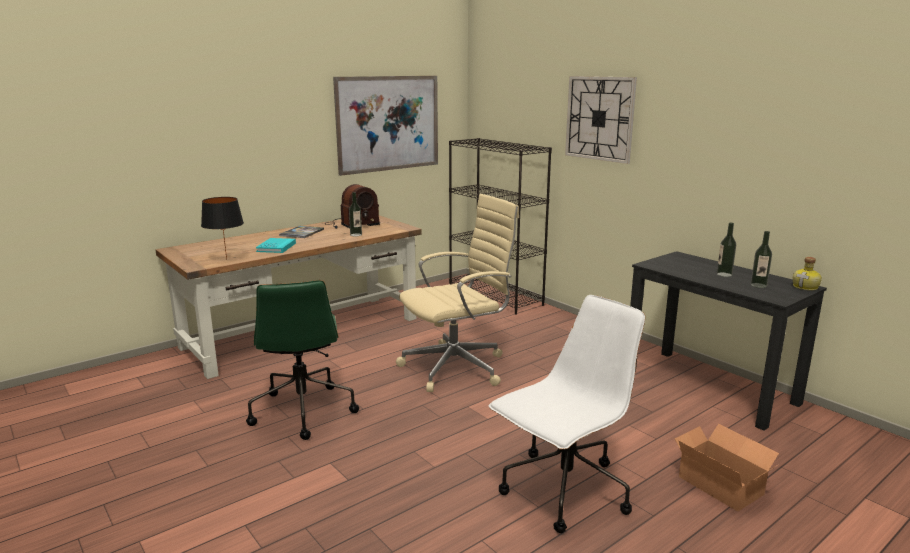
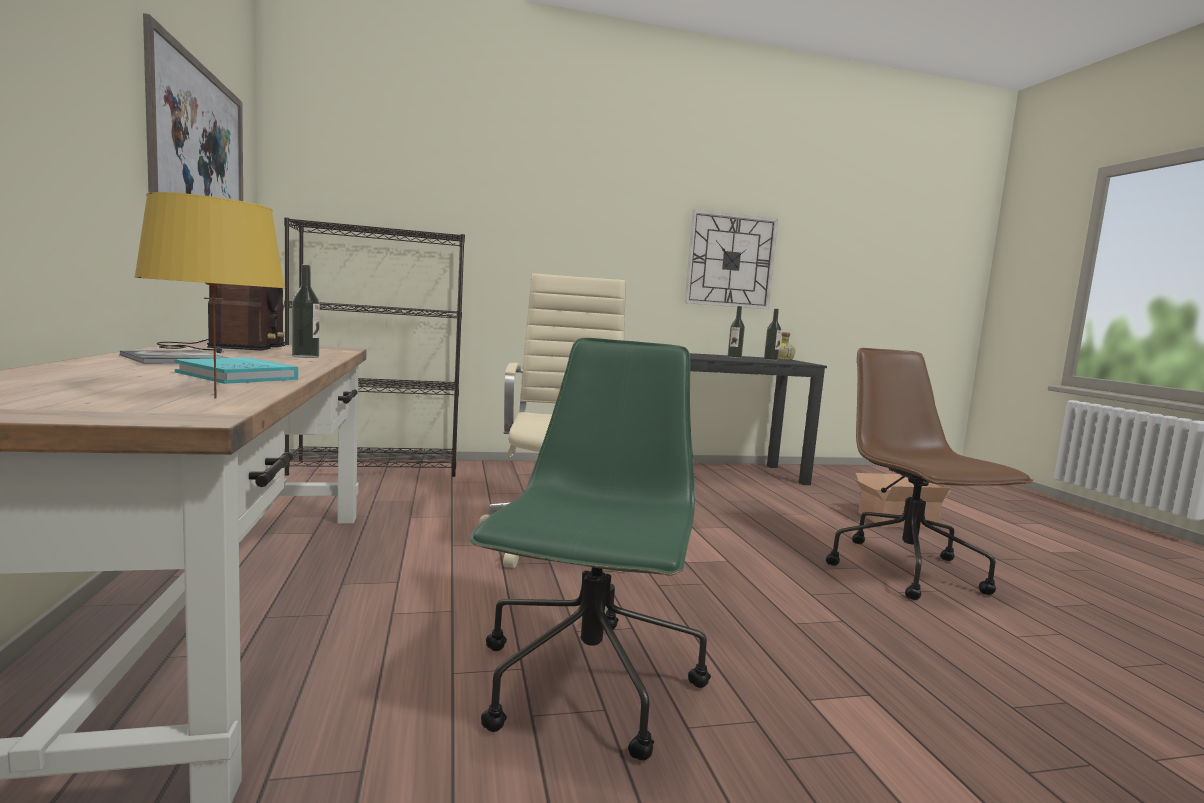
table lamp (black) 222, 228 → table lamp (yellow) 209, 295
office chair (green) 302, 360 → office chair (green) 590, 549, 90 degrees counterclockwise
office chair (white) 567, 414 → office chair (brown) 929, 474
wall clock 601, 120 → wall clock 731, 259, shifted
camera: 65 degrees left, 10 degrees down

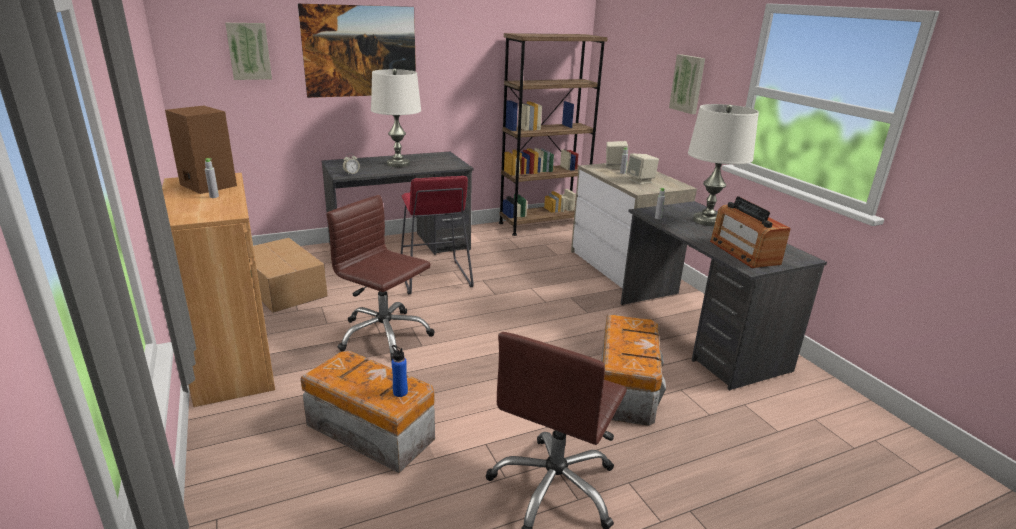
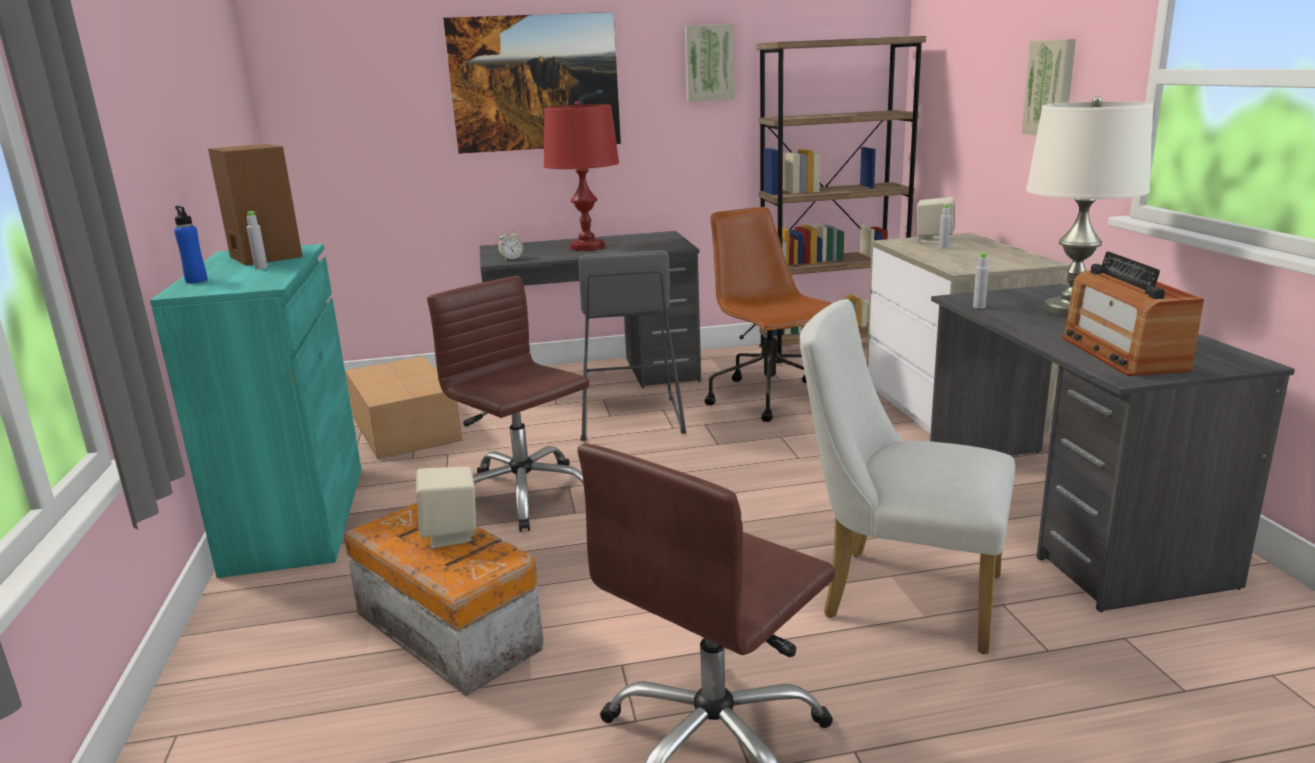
cabinet (brown) 218, 290 → cabinet (turquoise) 255, 411
picture 248, 51 → picture 710, 63, shifted
table lamp (white) 396, 117 → table lamp (red) 581, 176
bottle (blue) 399, 371 → bottle (blue) 190, 244, shifted
stool (red) 437, 235 → stool (grey) 632, 345
storage box 633, 370 → chair (white) 907, 476
speaker (beige) 642, 169 → speaker (beige) 446, 507, shifted
- → office chair (brown) 768, 314
camera: 15 degrees right, 5 degrees down

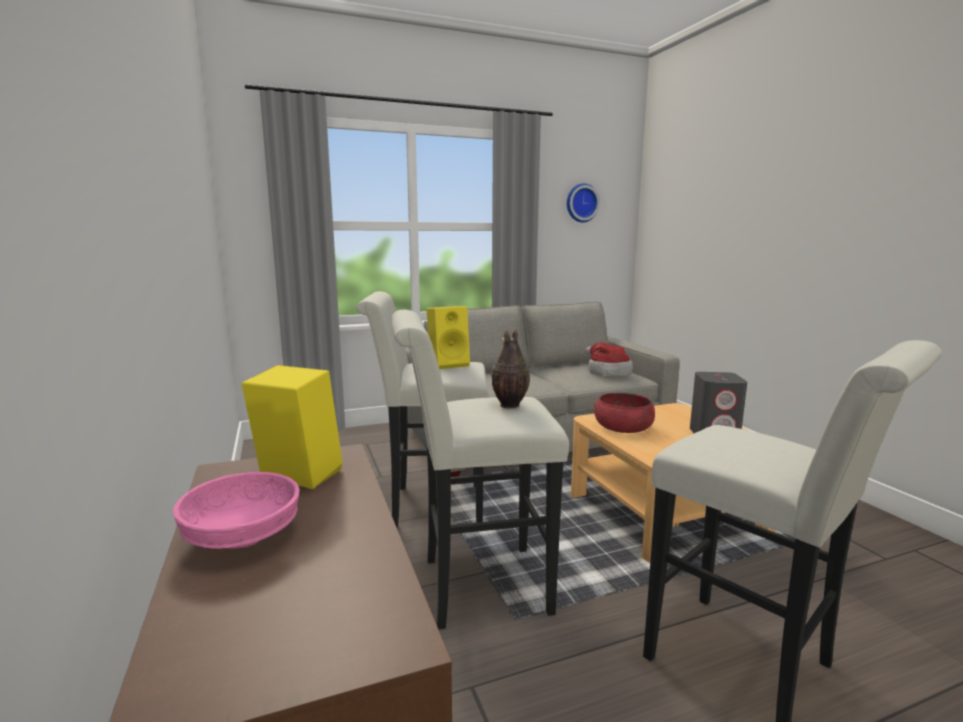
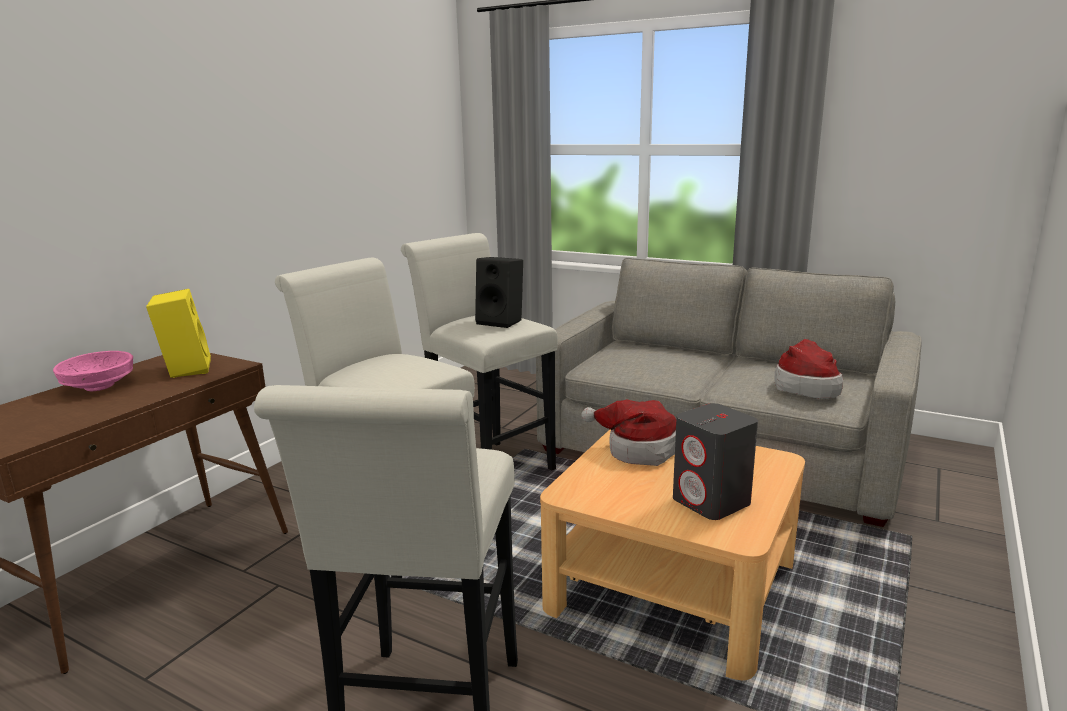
speaker (yellow) 448, 337 → speaker (black) 499, 292
vase 510, 369 → -
wall clock 583, 202 → -
bowl (red) 624, 413 → hat 628, 432
camera: 50 degrees right, 5 degrees up

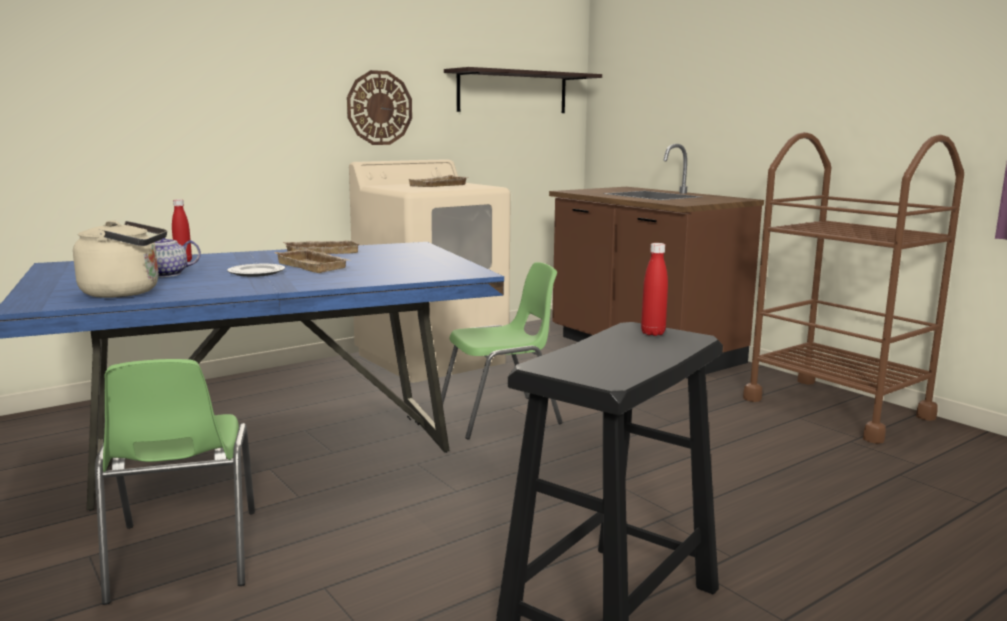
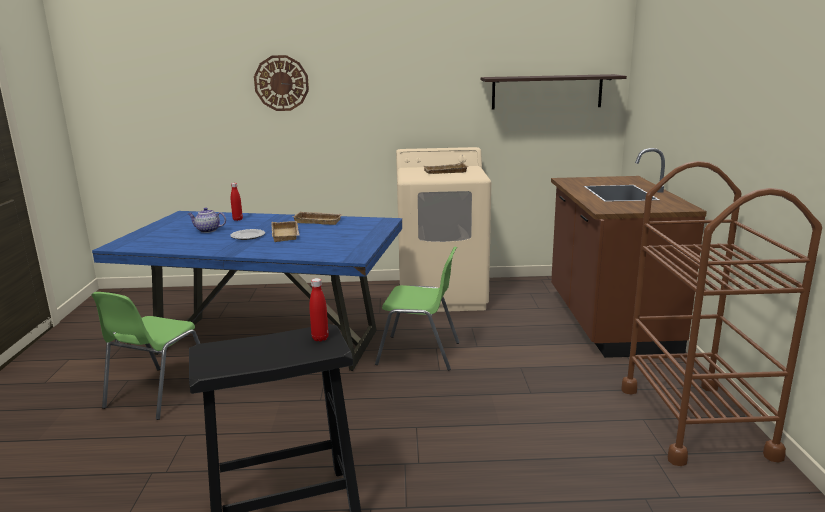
kettle (beige) 120, 259 → -
wall clock 379, 107 → wall clock 281, 83, shifted
camera: 35 degrees right, 5 degrees up

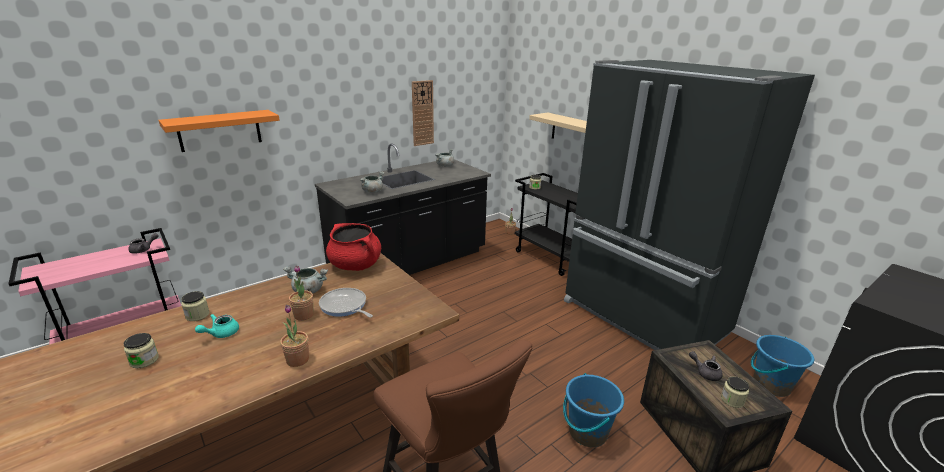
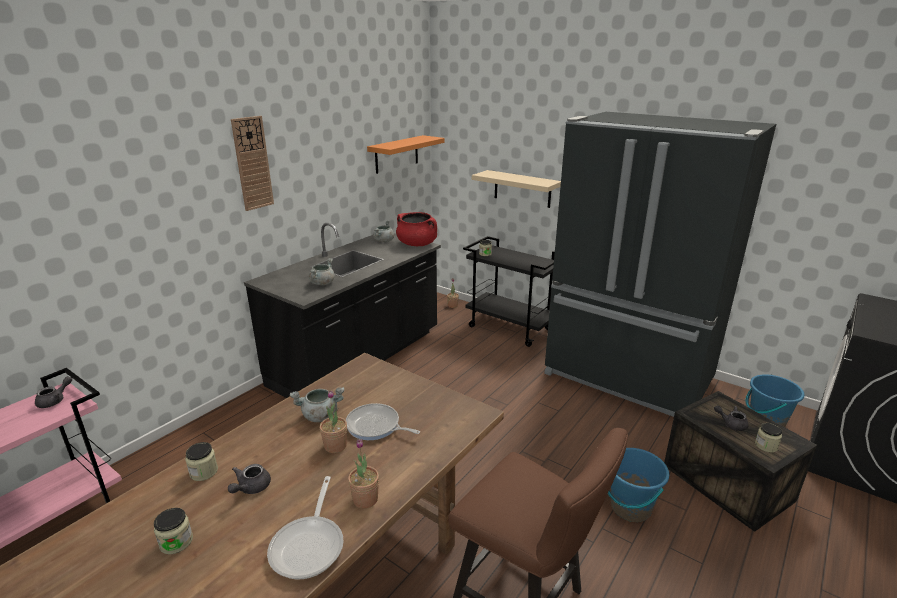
shelf (orange) 219, 131 → shelf (orange) 406, 154, shifted
teapot (turquoise) 217, 326 → teapot (grey) 249, 479
cooking pot (red) 353, 247 → cooking pot (red) 416, 229, shifted
wall clock 423, 113 → wall clock 252, 163, shifted
- → frying pan 305, 528
camera: 15 degrees left, 0 degrees up

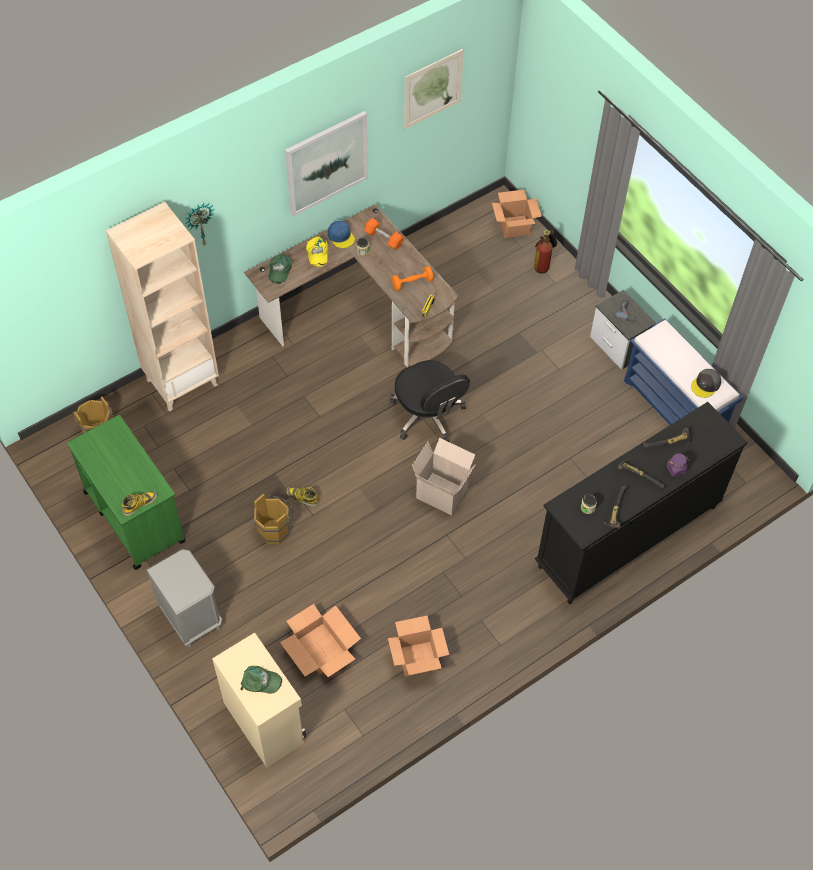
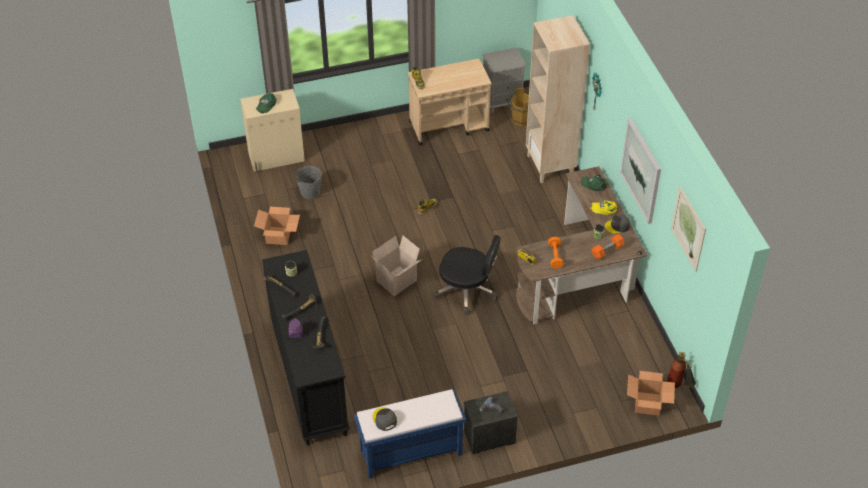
cart (green) 126, 492 → cart (beige) 450, 102
nightstand (grey) 184, 598 → nightstand (grey) 504, 81, shifted
bucket (brown) 273, 519 → -
cardboard box 320, 640 → bucket (grey) 308, 182
cap (blue) 341, 234 → cap (grey) 617, 224
office chair (black) 430, 401 → office chair (black) 468, 275, 150 degrees counterclockwise
fire extinguisher 545, 252 → fire extinguisher 681, 370, shifted
camera: 110 degrees right, 10 degrees down

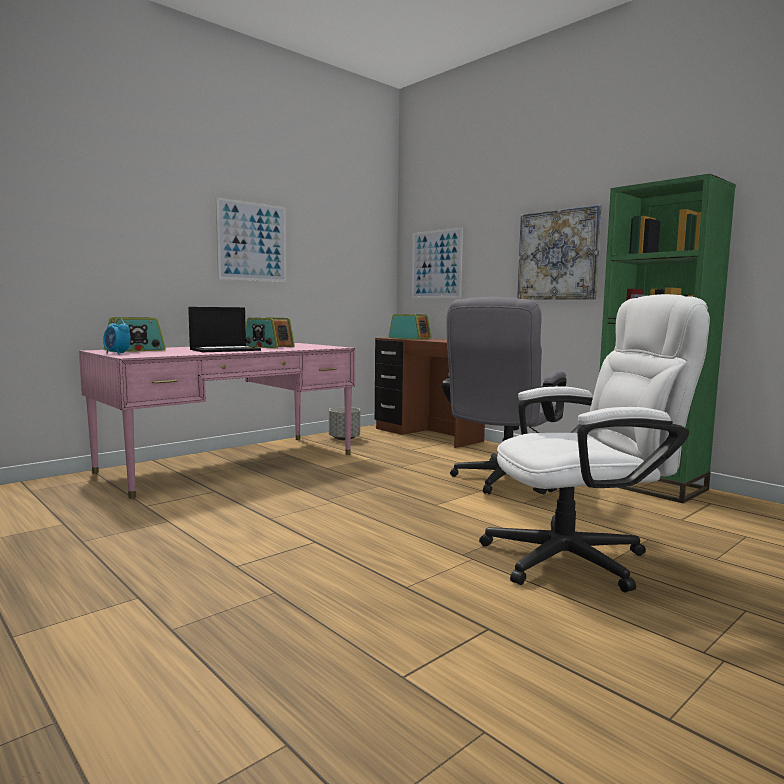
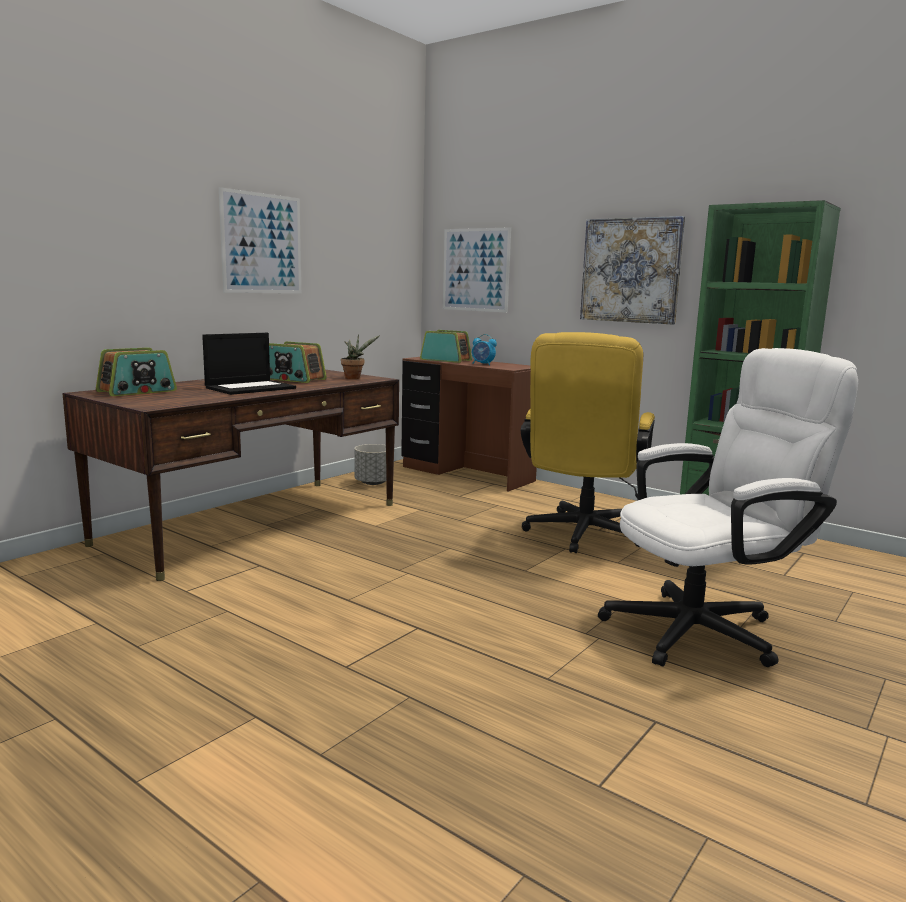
desk (pink) 217, 420 → desk (brown) 230, 475
alarm clock 116, 336 → alarm clock 484, 349, shifted
office chair (grey) 504, 395 → office chair (yellow) 588, 442
- → potted plant 360, 356
camera: 10 degrees left, 5 degrees up

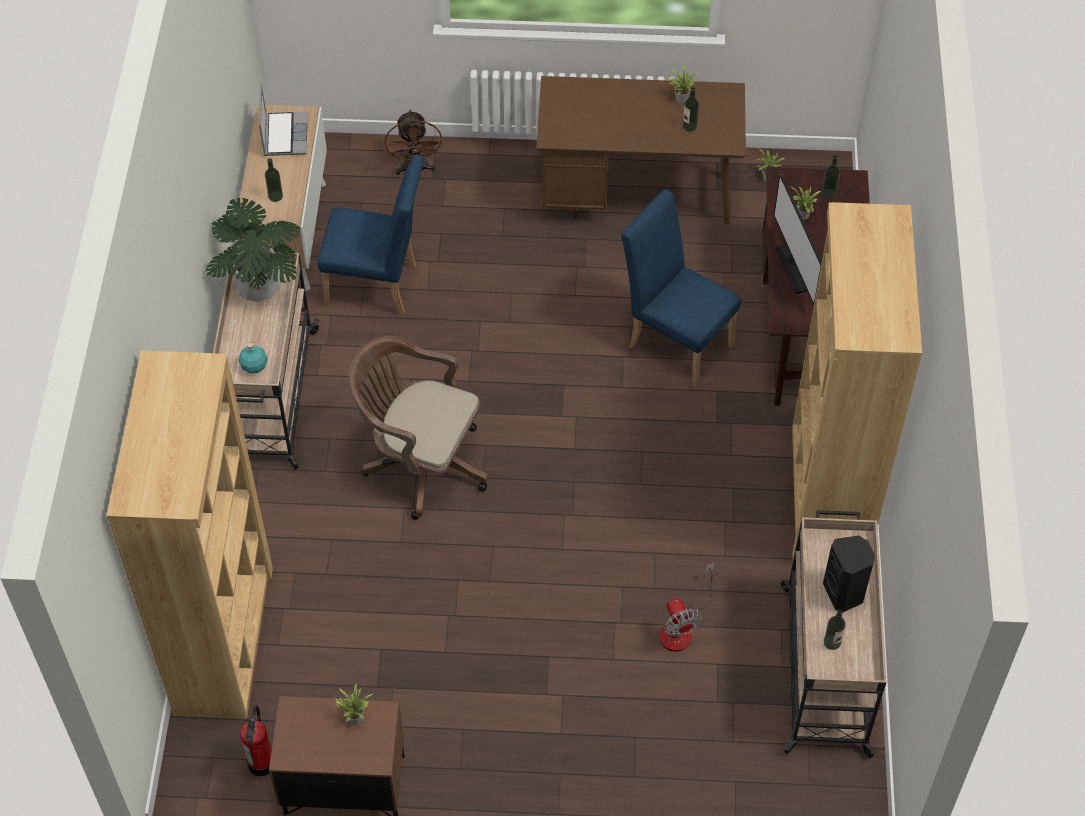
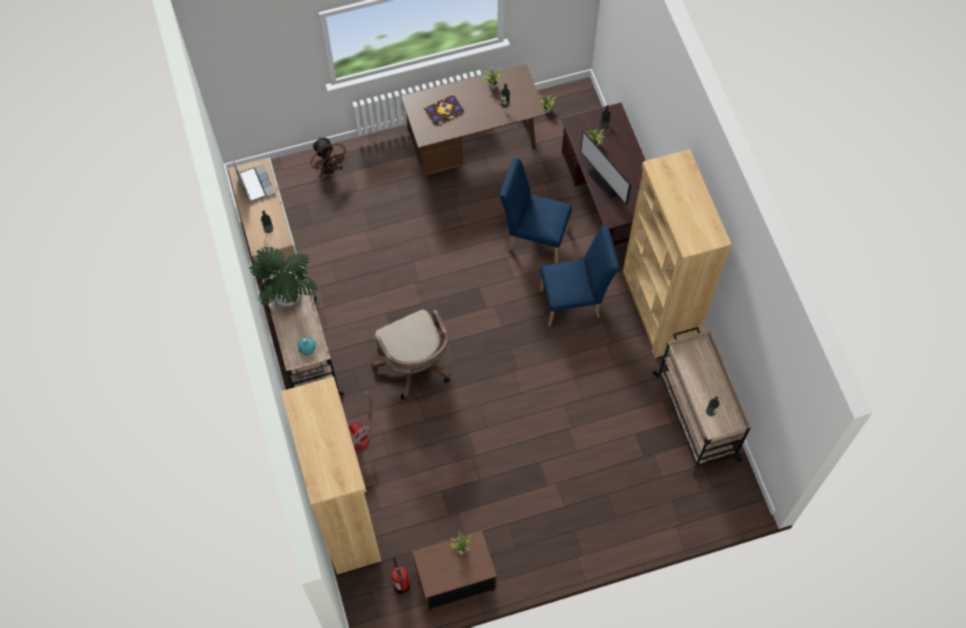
chair (blue) 371, 235 → chair (blue) 579, 276, shifted
office chair (brown) 418, 428 → office chair (brown) 411, 355, 120 degrees counterclockwise
fan 686, 607 → fan 361, 420, shifted
speaker (black) 849, 573 → -
- → book 444, 109
camera: 20 degrees left, 10 degrees up

